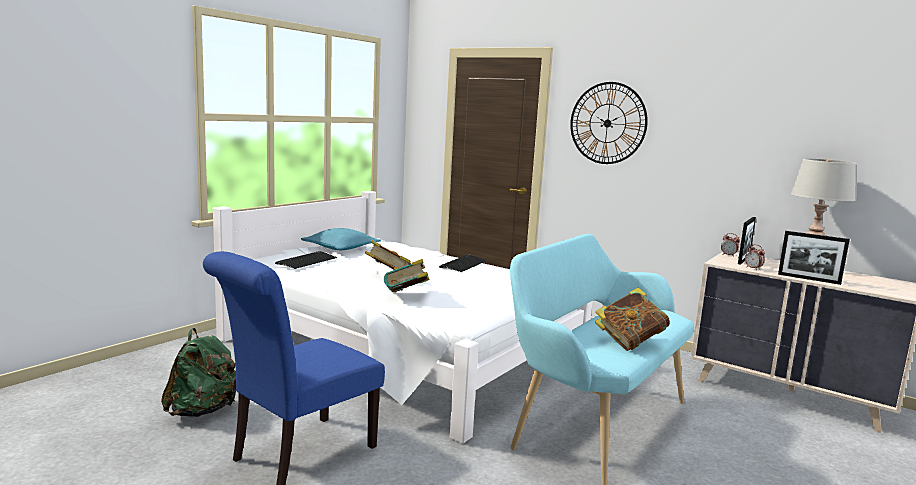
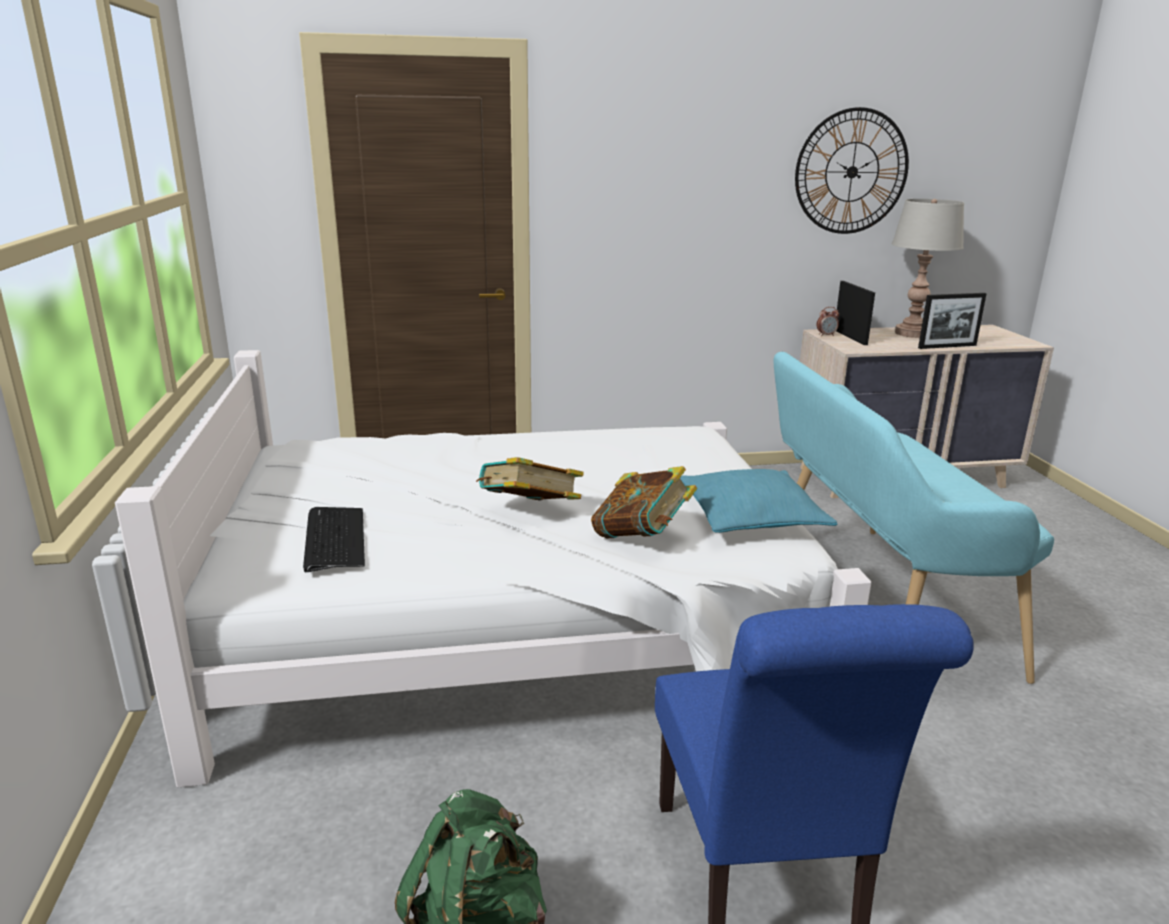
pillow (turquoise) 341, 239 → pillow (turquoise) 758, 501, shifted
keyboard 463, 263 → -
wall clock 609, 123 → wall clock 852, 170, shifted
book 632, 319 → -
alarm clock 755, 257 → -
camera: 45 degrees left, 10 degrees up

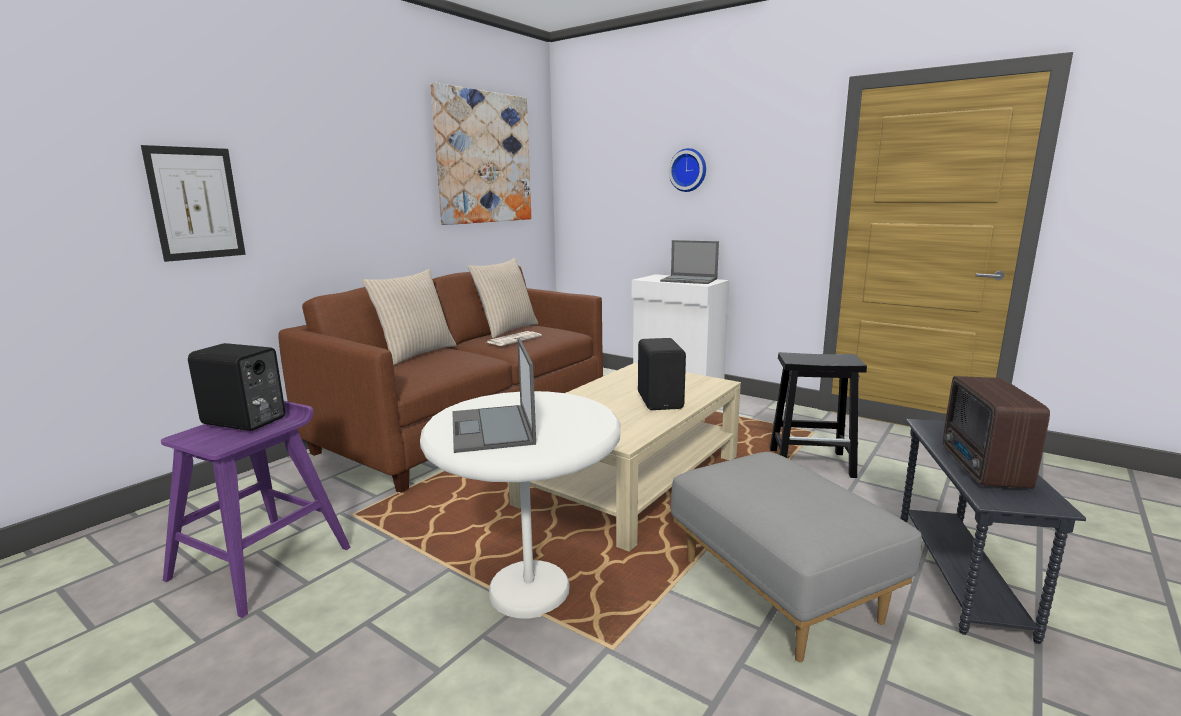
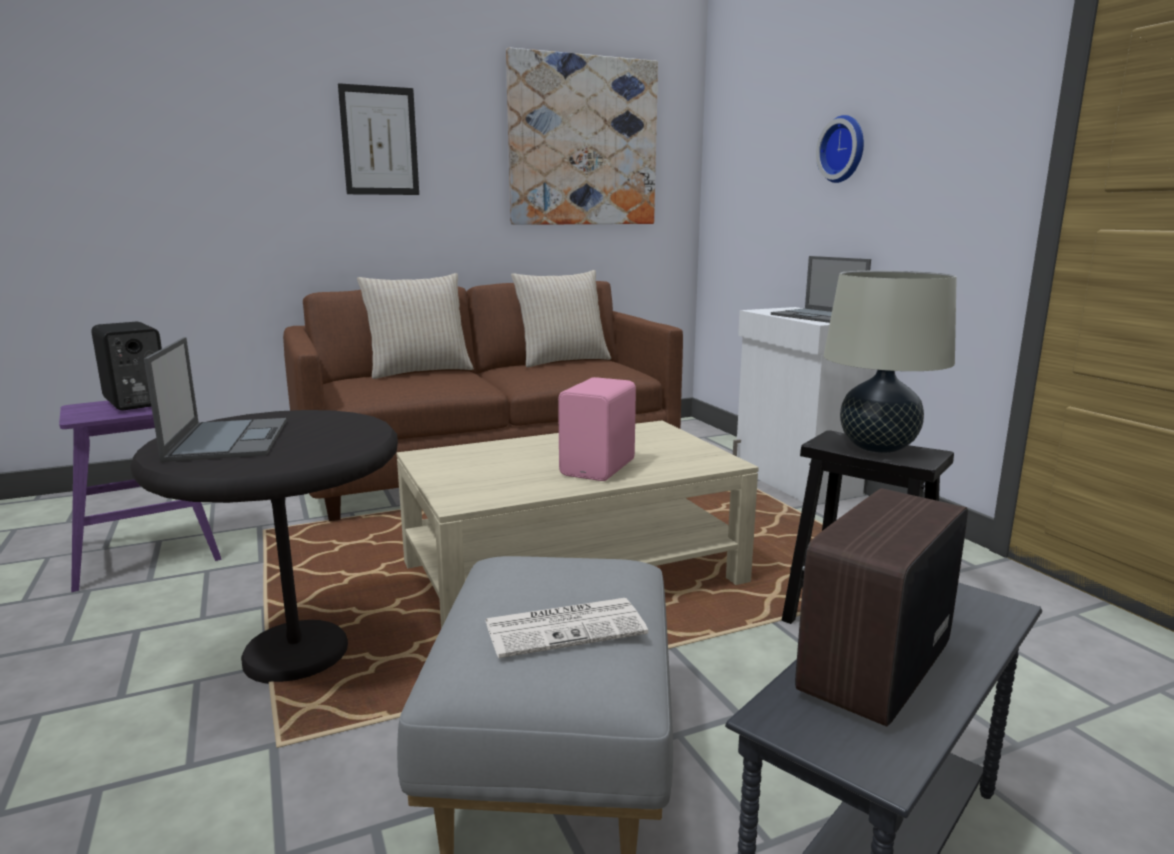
picture 193, 203 → picture 378, 139, shifted
side table (white) 520, 505 → side table (black) 264, 547
laptop 494, 395 → laptop 215, 399, 150 degrees clockwise
newspaper 514, 338 → newspaper 567, 628, shifted
speaker (black) 662, 374 → speaker (pink) 597, 429
- → table lamp (beige) 890, 362
camera: 30 degrees right, 0 degrees up

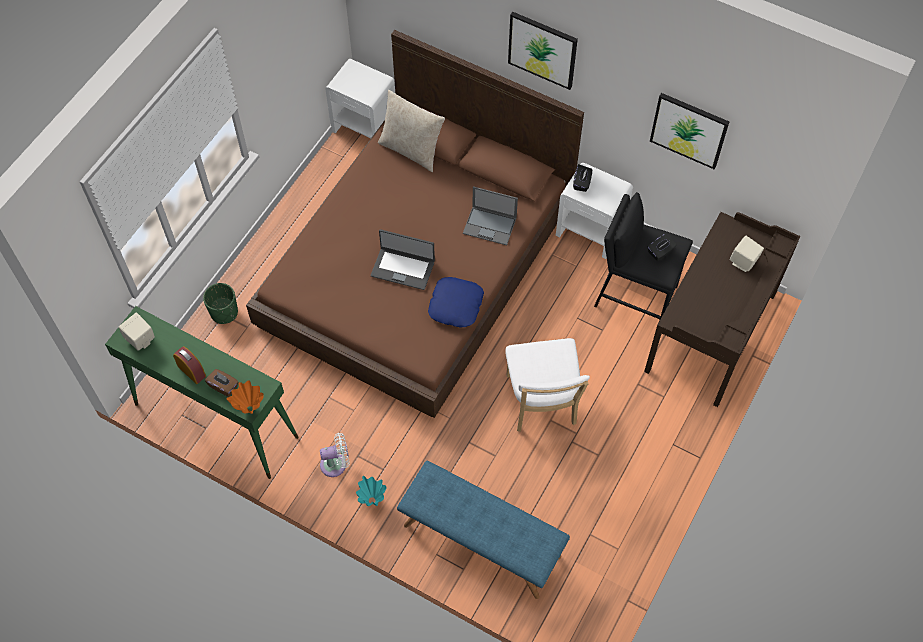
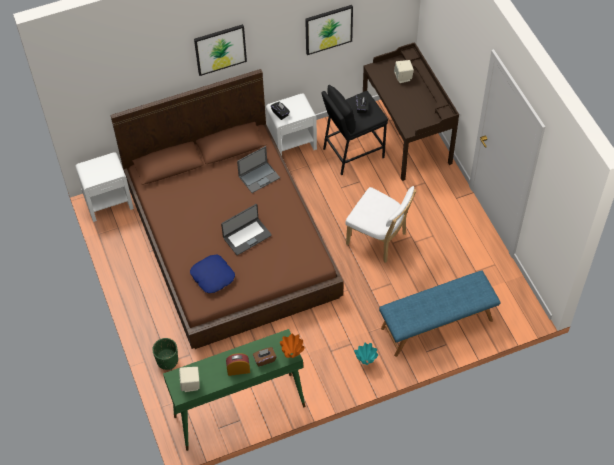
fan (white) 335, 455 → -
pillow (beige) 411, 131 → -
pillow (blue) 456, 302 → pillow (blue) 212, 274, shifted
camera: 50 degrees left, 5 degrees down

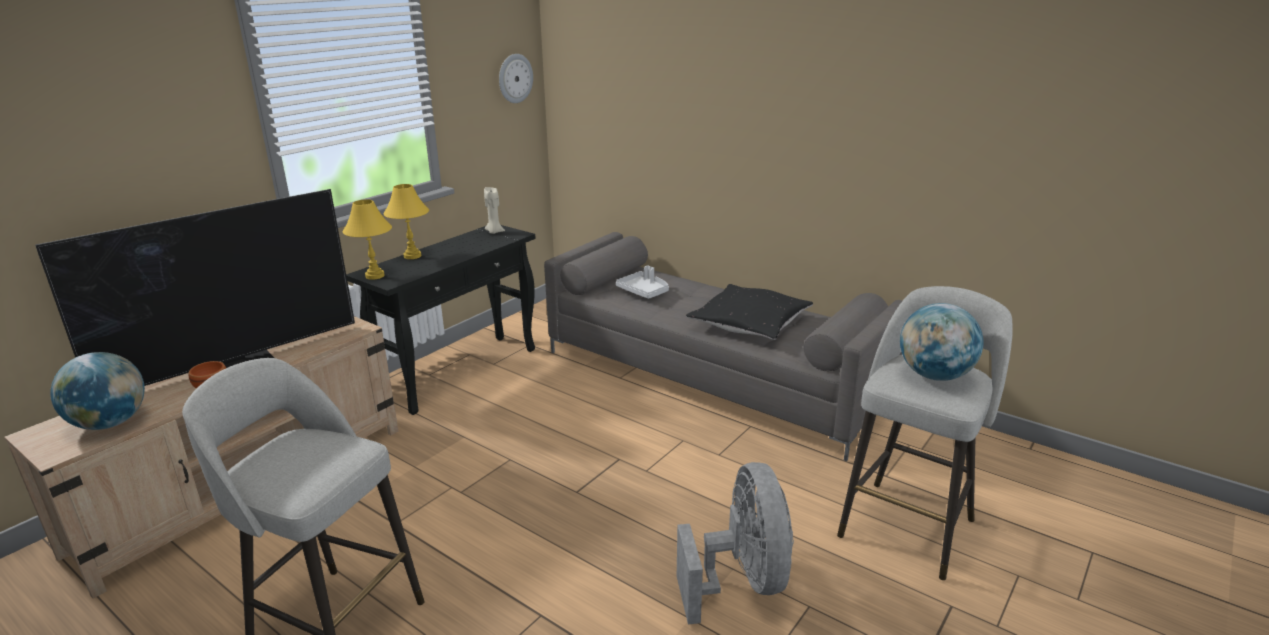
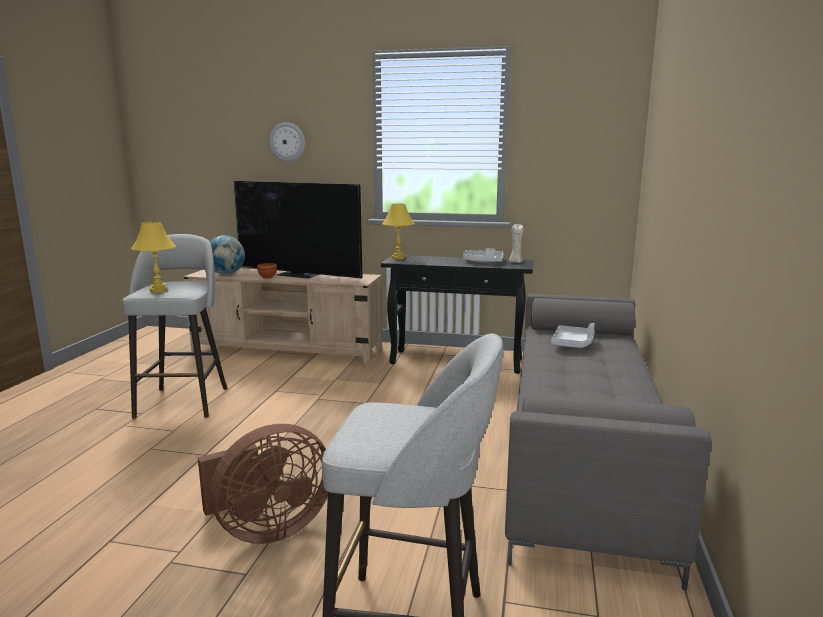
table lamp (yellow) 406, 221 → table lamp (yellow) 153, 257, shifted
wall clock 516, 78 → wall clock 287, 142, shifted
fan (grey) 735, 543 → fan (brown) 263, 484
pillow (black) 749, 312 → -
globe 942, 342 → -
- → tray (grey) 483, 255
camera: 65 degrees right, 10 degrees down

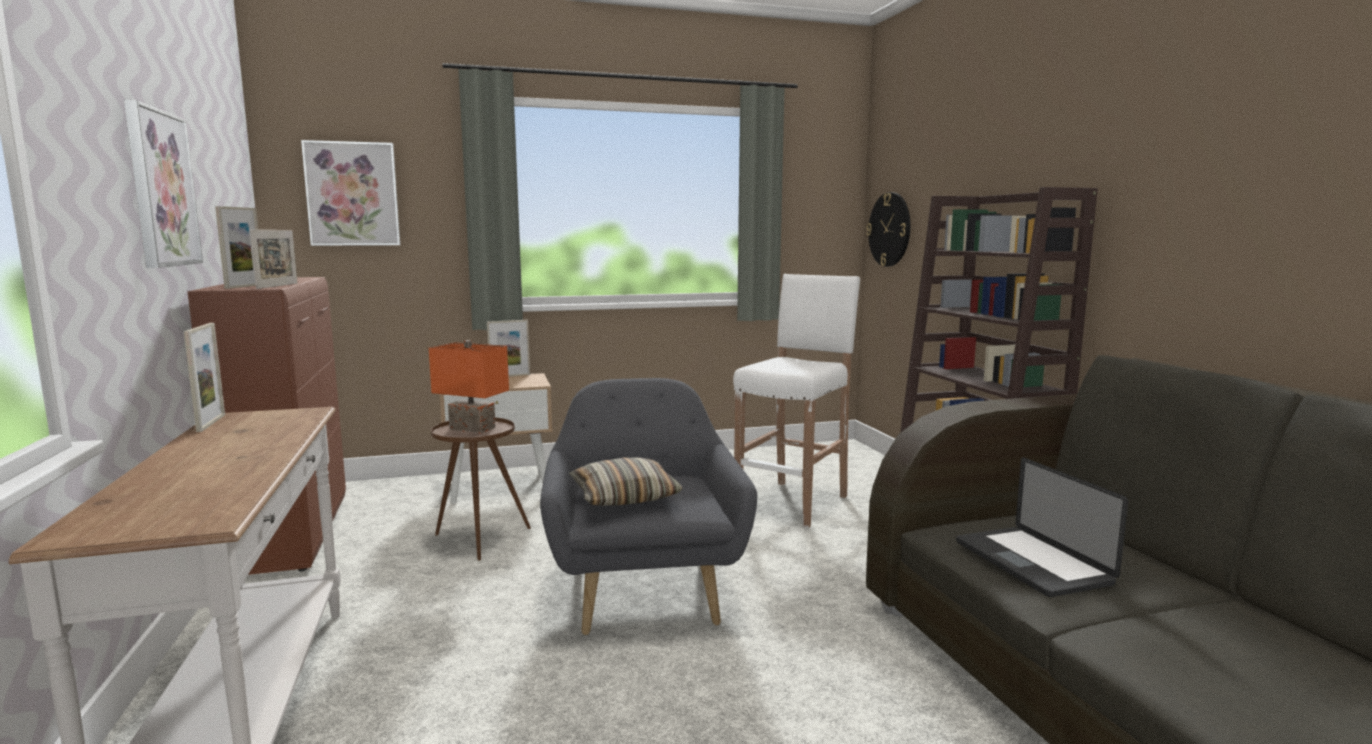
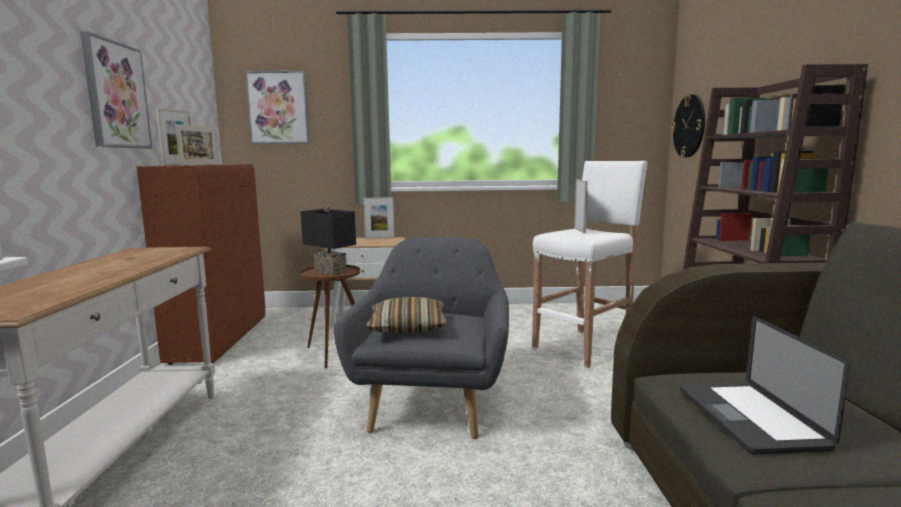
picture frame 204, 377 → picture frame 581, 206, shifted
table lamp (orange) 469, 386 → table lamp (black) 328, 240
camera: 15 degrees right, 0 degrees up

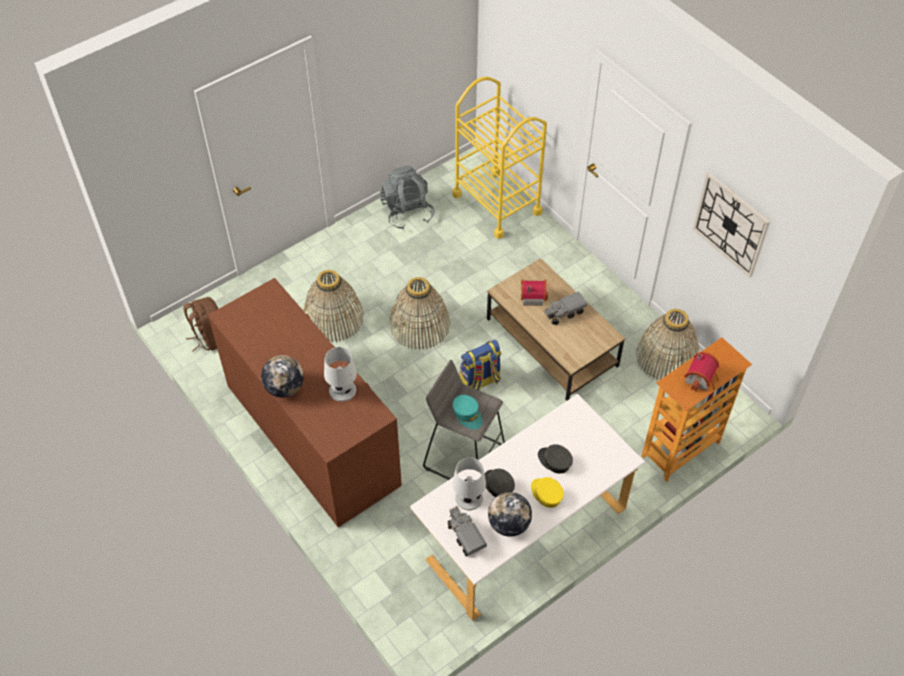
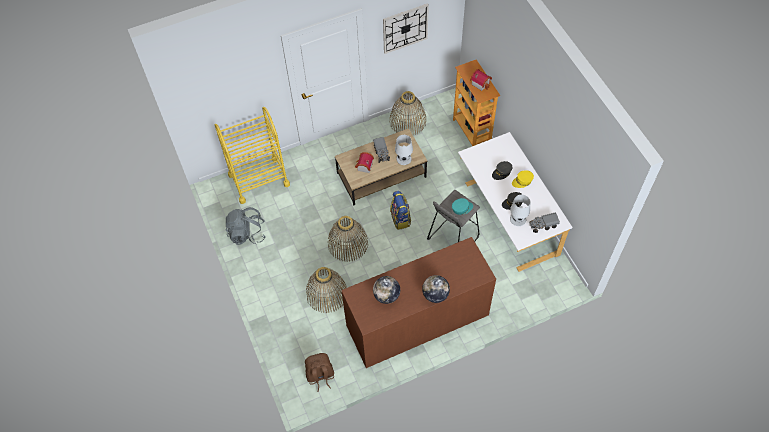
table lamp (white) 340, 374 → table lamp (white) 404, 150, shifted
globe 510, 514 → globe 386, 290, shifted
camera: 75 degrees left, 5 degrees up

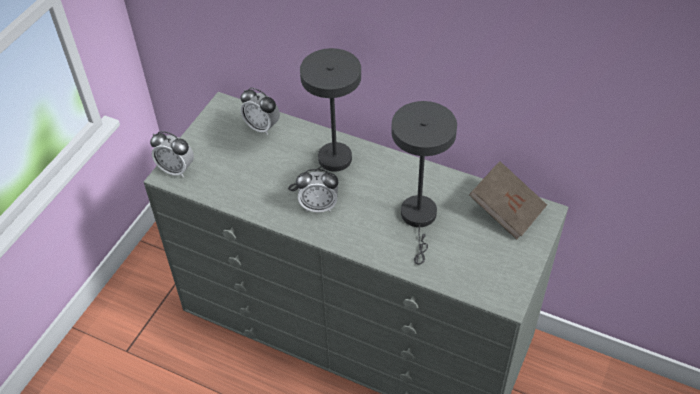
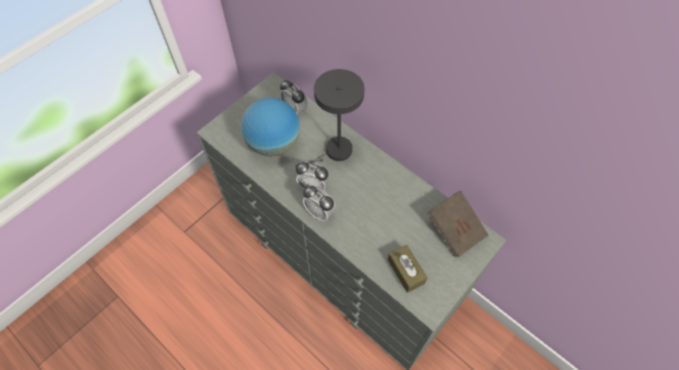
alarm clock 172, 154 → alarm clock 319, 203, shifted
table lamp (grey) 424, 182 → -
- → globe 270, 127
- → tissue box (brown) 408, 269
camera: 15 degrees right, 10 degrees up

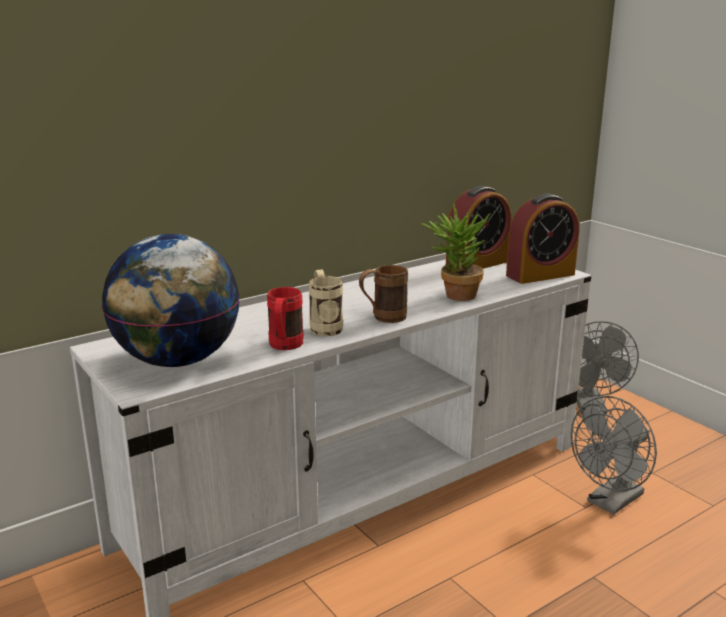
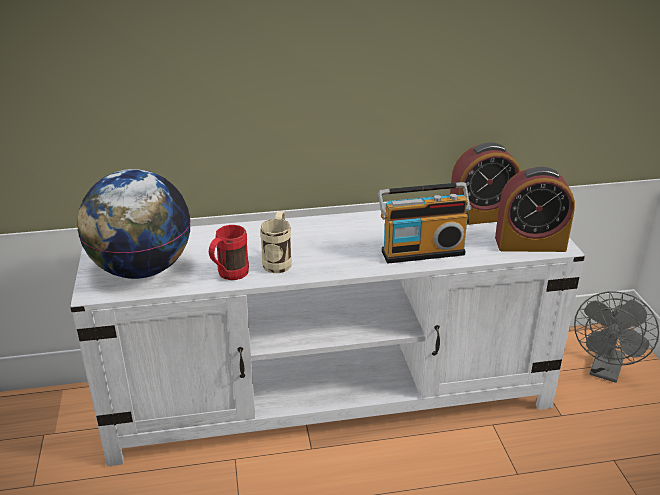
mug (brown) 383, 294 → -
potted plant 456, 252 → radio 424, 222
fan (grey) 614, 455 → -
camera: 25 degrees right, 10 degrees up

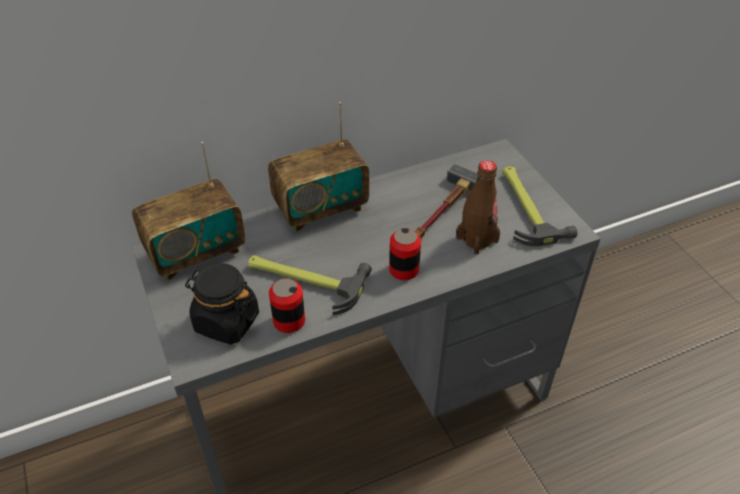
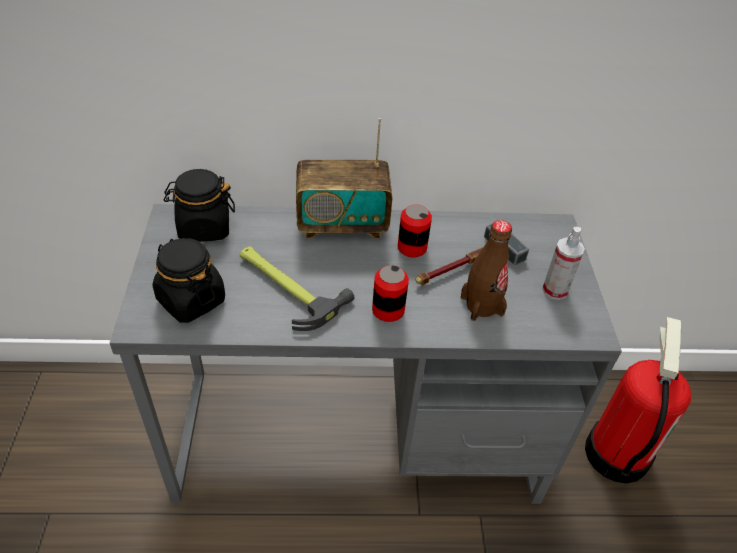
radio 188, 211 → jar (black) 199, 205
can 287, 305 → can 415, 230, shifted
hammer 539, 206 → spray bottle 563, 263
- → fire extinguisher 638, 400
camera: 20 degrees right, 0 degrees up

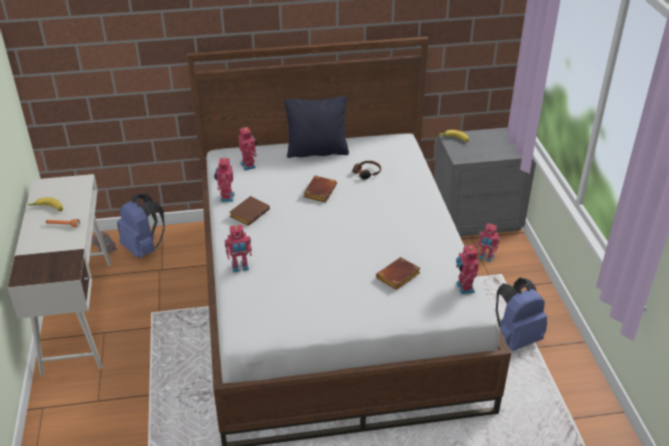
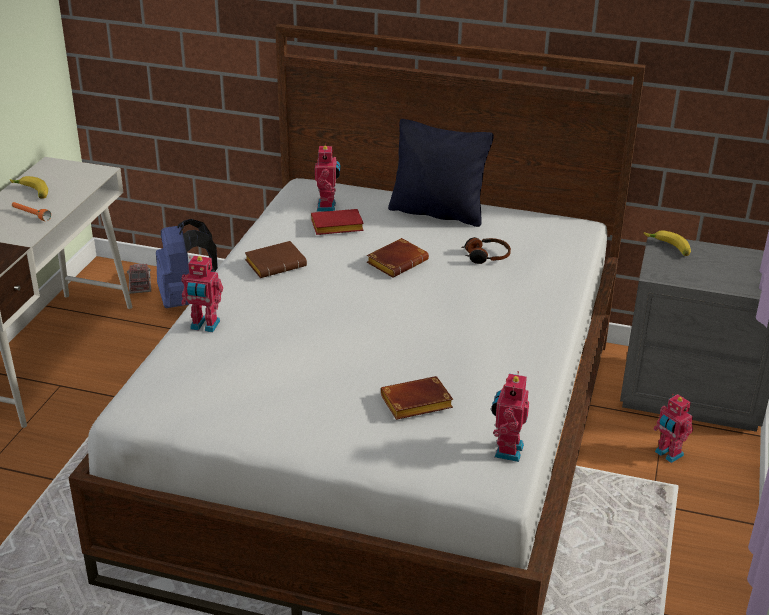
toy robot 224, 179 → -
backpack (blue) 521, 314 → -
- → book (red) 337, 222
camera: 25 degrees right, 5 degrees down

